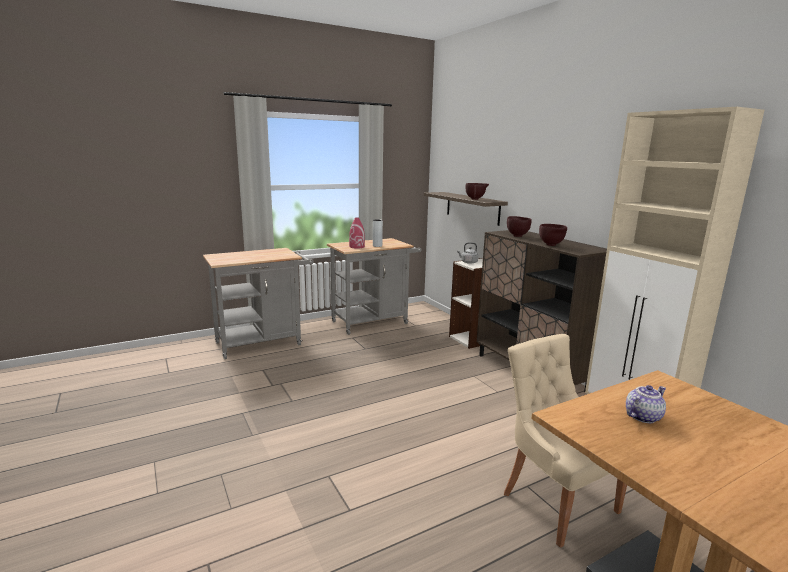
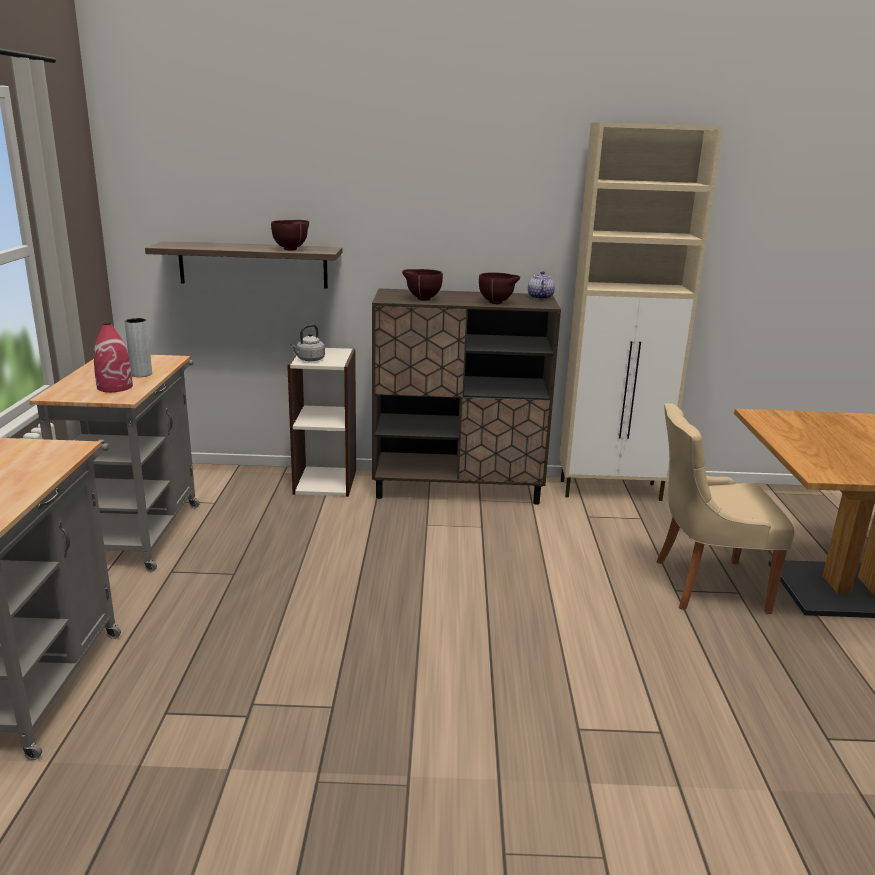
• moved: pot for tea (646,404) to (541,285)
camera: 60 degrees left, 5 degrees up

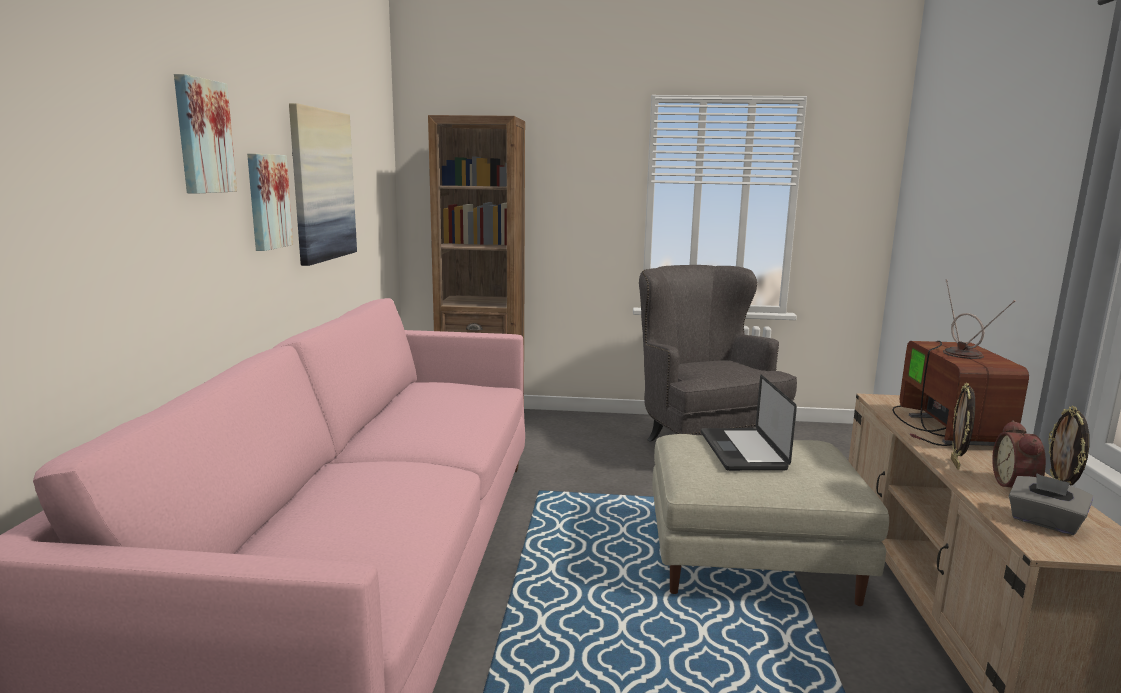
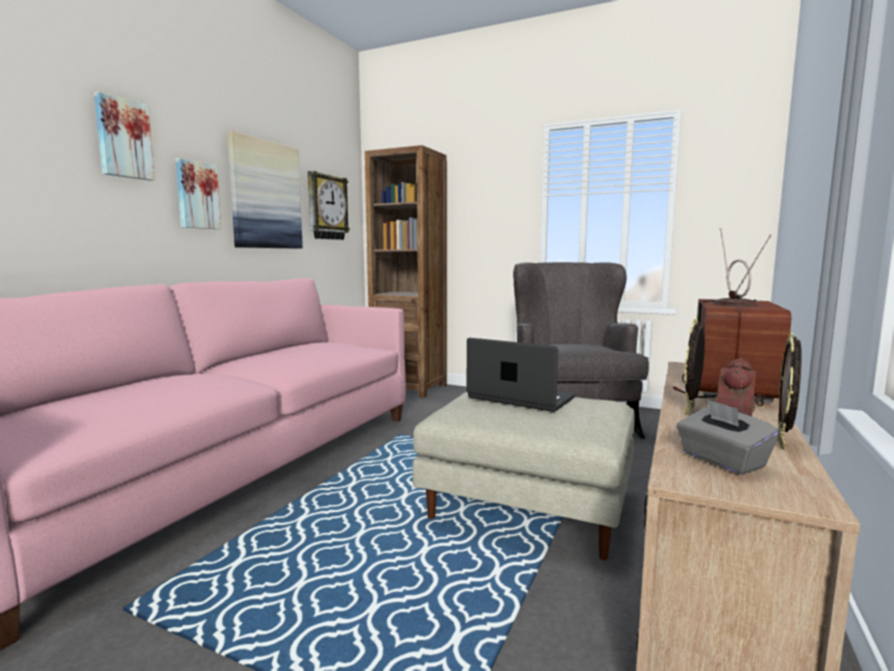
• added: clock on the wall (329,205)
• turned: laptop (749,423) = (520,375) 105 degrees clockwise
camera: 20 degrees right, 5 degrees down

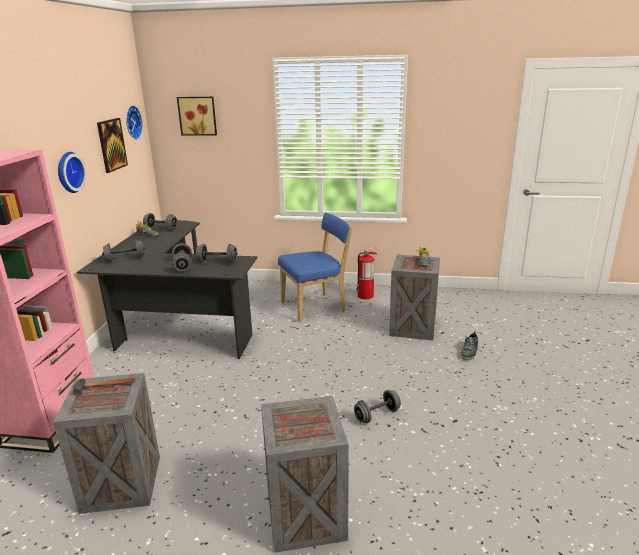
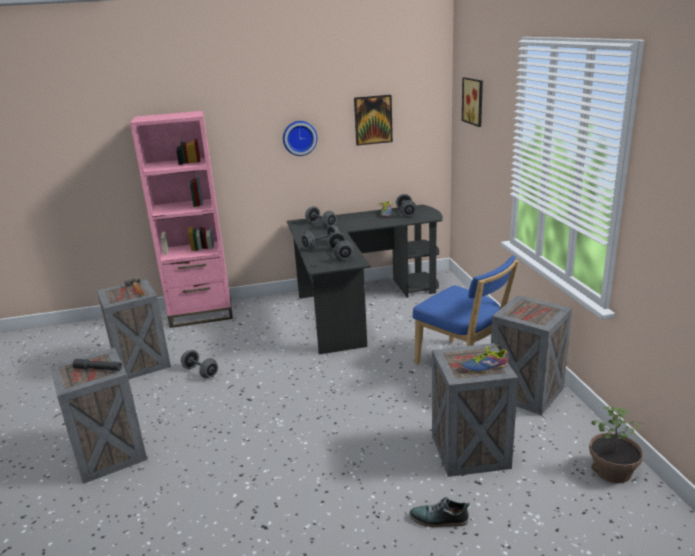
• added: greyish torch (97,365)
• moved: greyish dumbbell (377,406) to (199,364)
• replaced: extinguisher (366,272) to shipping crate (531,355)
• added: potted plant (616,444)
• removed: clock on the wall (134,122)
camera: 70 degrees right, 0 degrees up

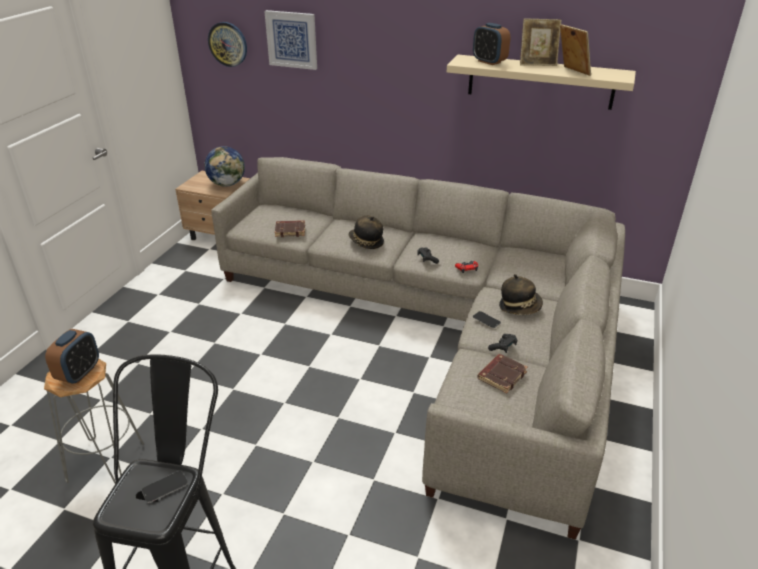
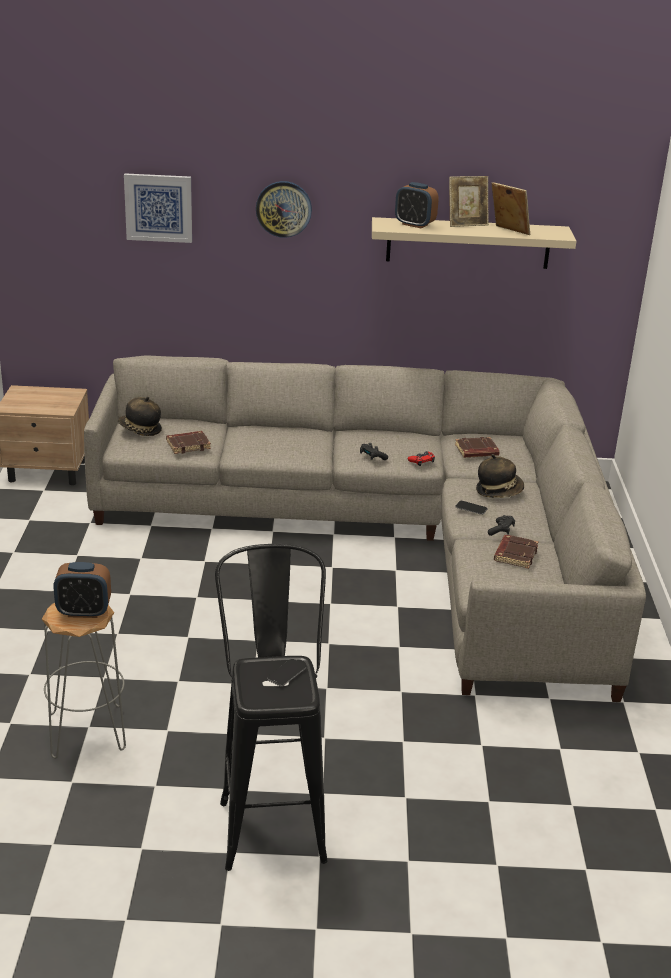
• turned: alarm clock (72,356) = (82,590) 90 degrees clockwise
• moved: wearable hat (366,232) to (140,416)
• moved: clock on the wall (227,44) to (284,209)
• added: brownish volume (477,447)
• removed: globe (224,166)
camera: 20 degrees left, 5 degrees down

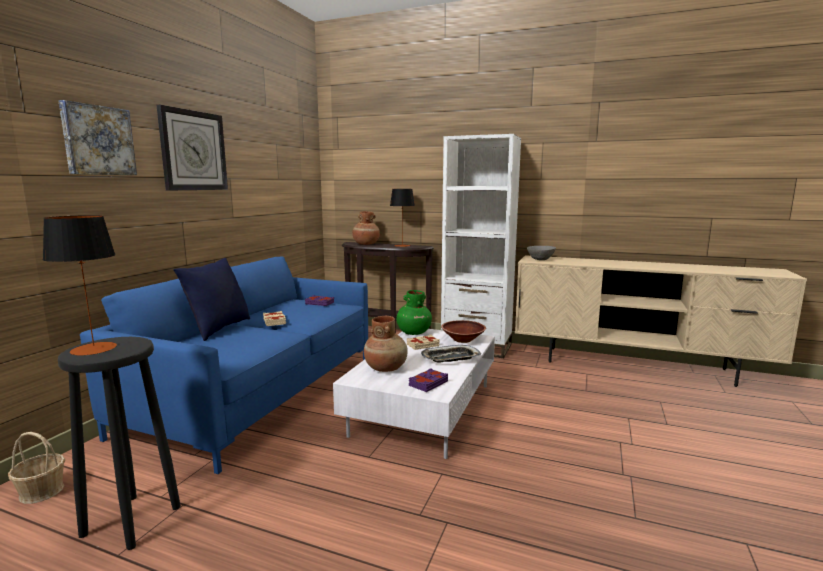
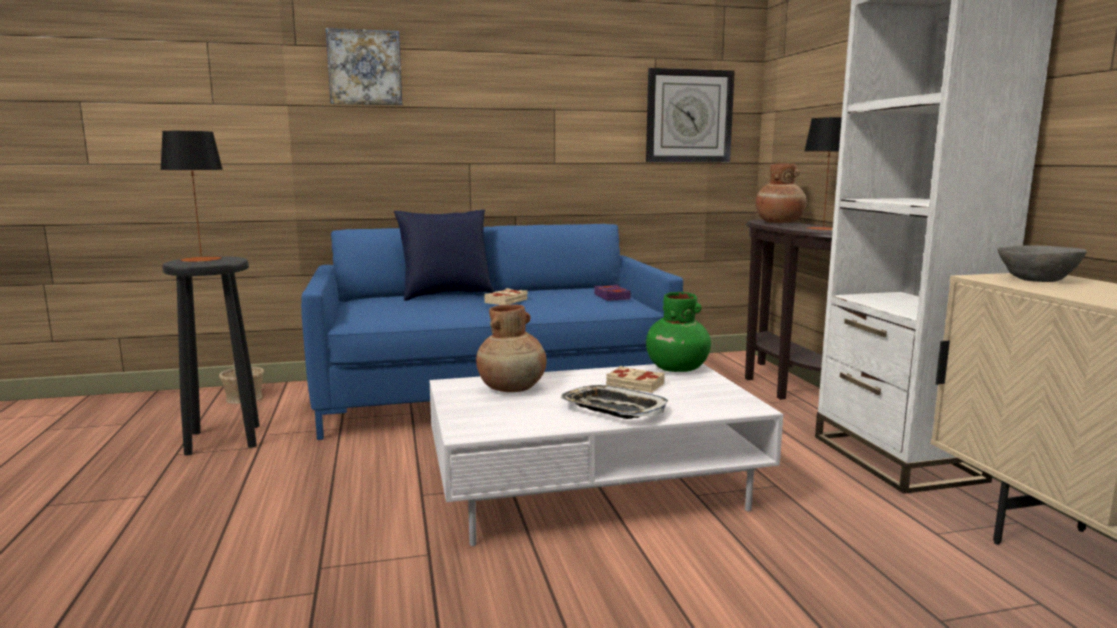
• moved: clock on the wall (192,148) to (690,115)
• removed: purplish volume (428,380)
• removed: brownish bowl (463,331)
camera: 55 degrees right, 0 degrees up

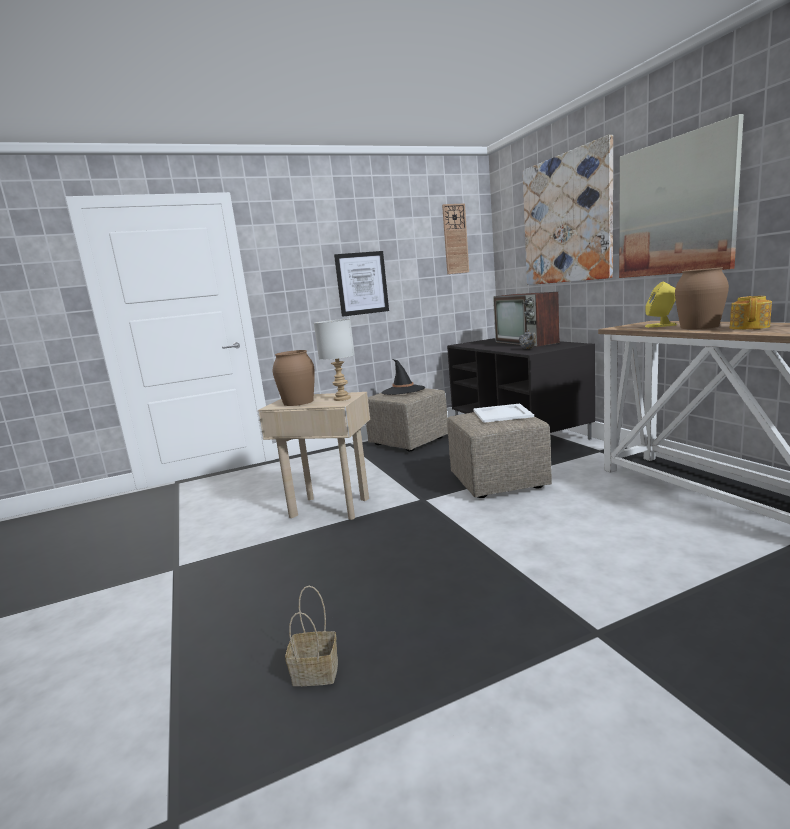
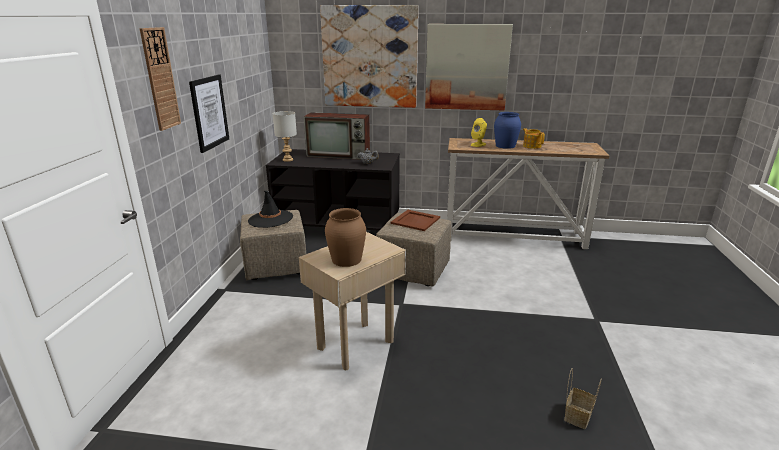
• moved: clock on the wall (455,238) to (160,79)
• moved: greyish tabletop lamp (334,360) to (285,136)
• recoloured: whitish serving tray (503,413) to brownish serving tray (415,220)
• recoloured: brownish decorative vase (702,298) to blue-coloured decorative vase (507,130)
camera: 60 degrees left, 10 degrees up

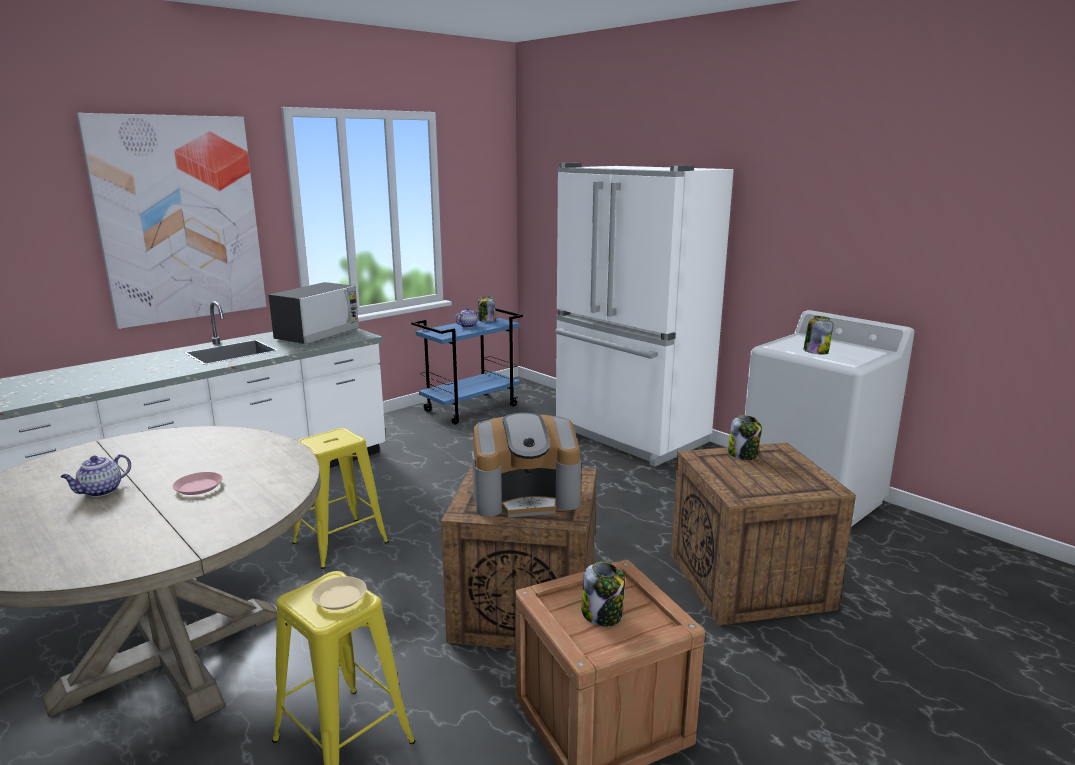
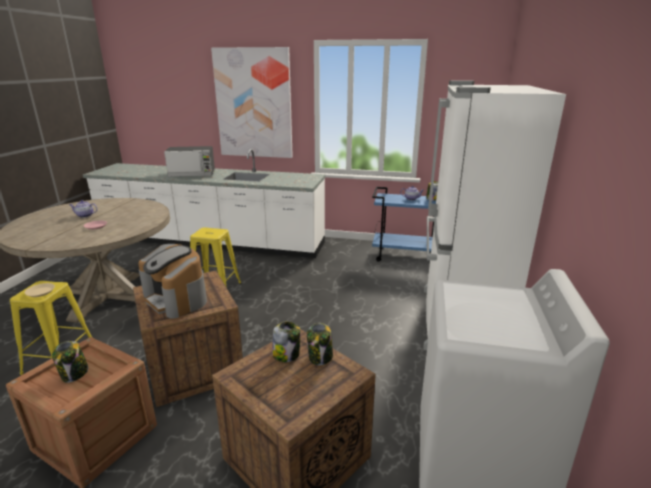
• moved: microwave (314,313) to (189,161)
• moved: preserve jar (818,335) to (286,341)
camera: 55 degrees right, 5 degrees up

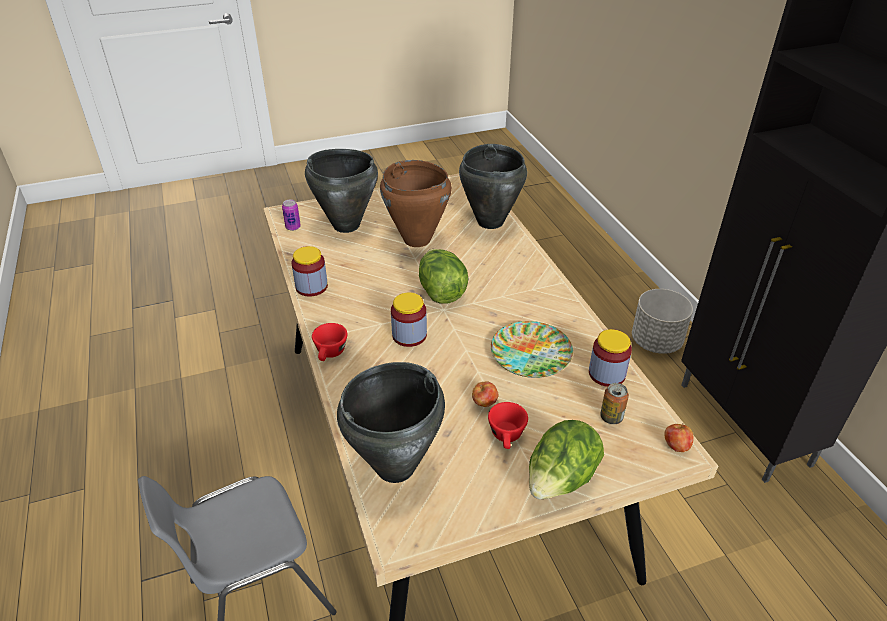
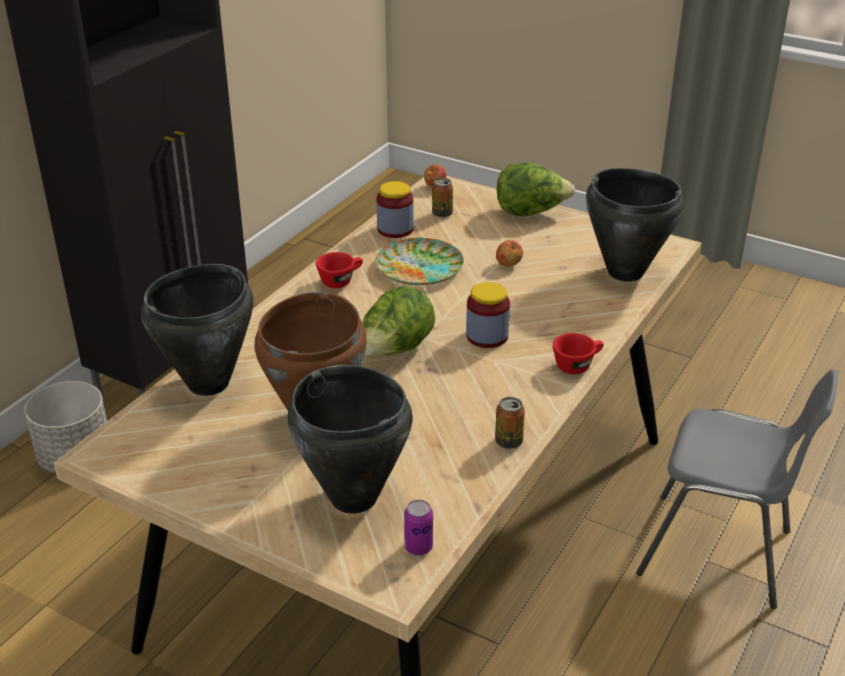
• moved: reddish cup (508,425) to (339,270)
• replaced: preserve jar (310,271) to can (510,423)
camera: 130 degrees left, 5 degrees down

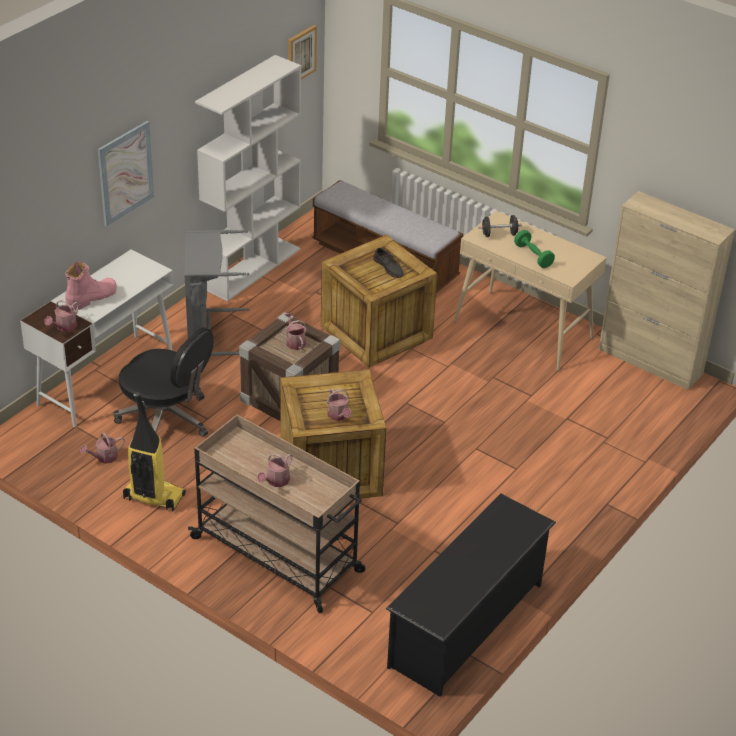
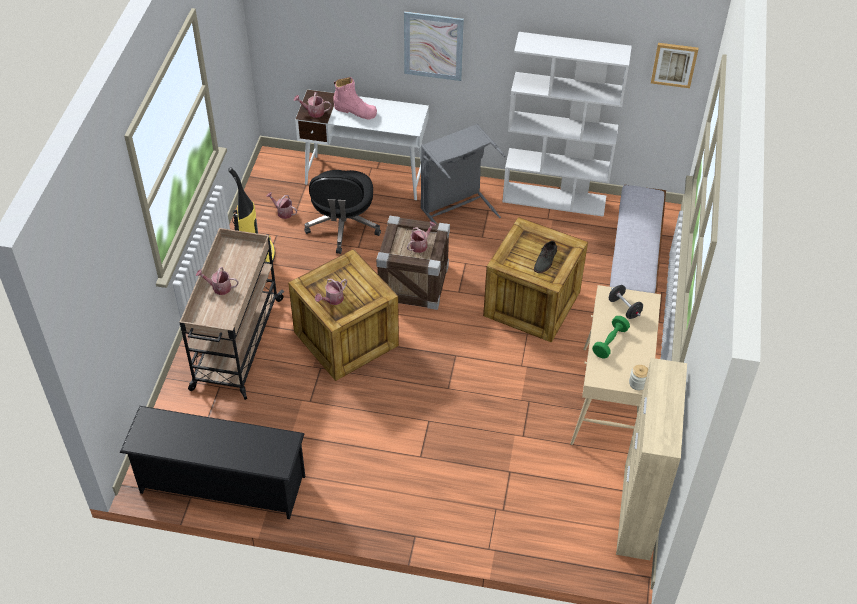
• added: preserve jar (638,377)
camera: 65 degrees right, 10 degrees up

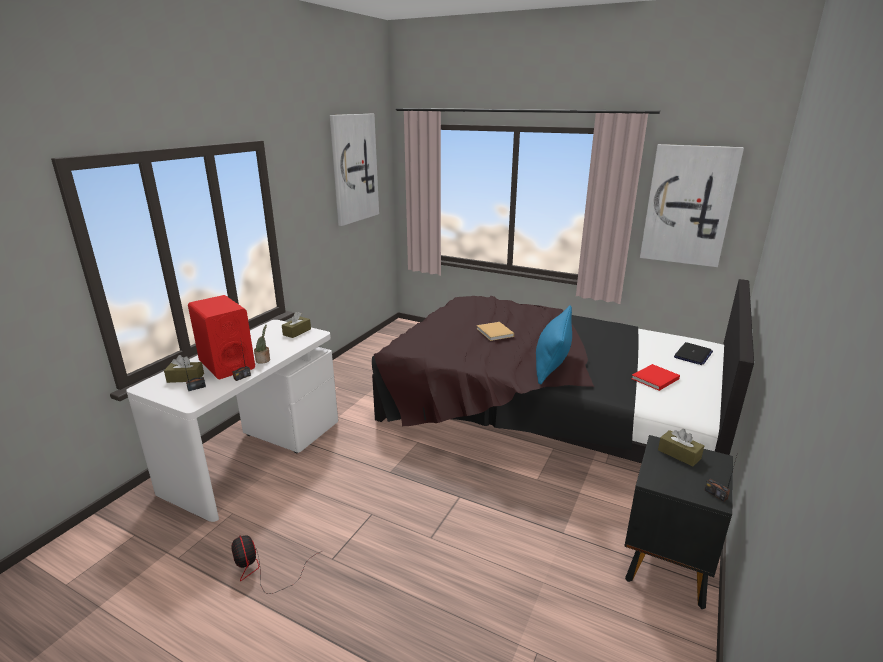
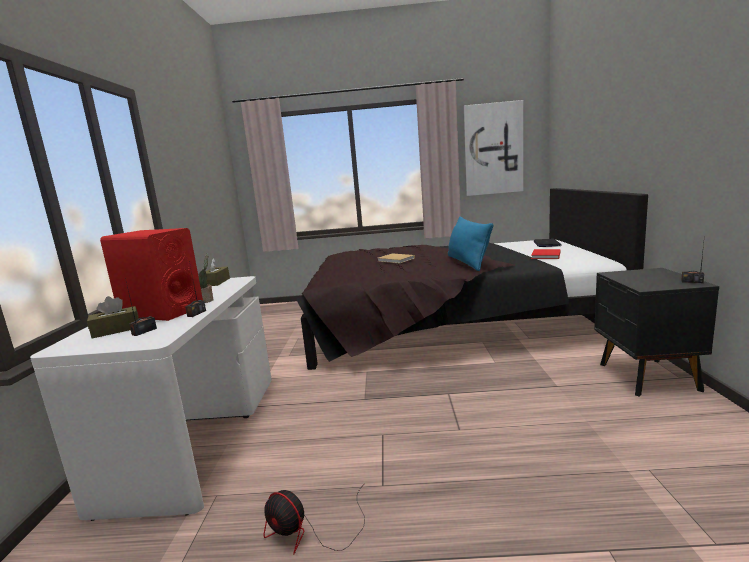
• removed: wall picture (354,169)
• removed: brownish tissue box (681,448)
camera: 25 degrees left, 10 degrees down

